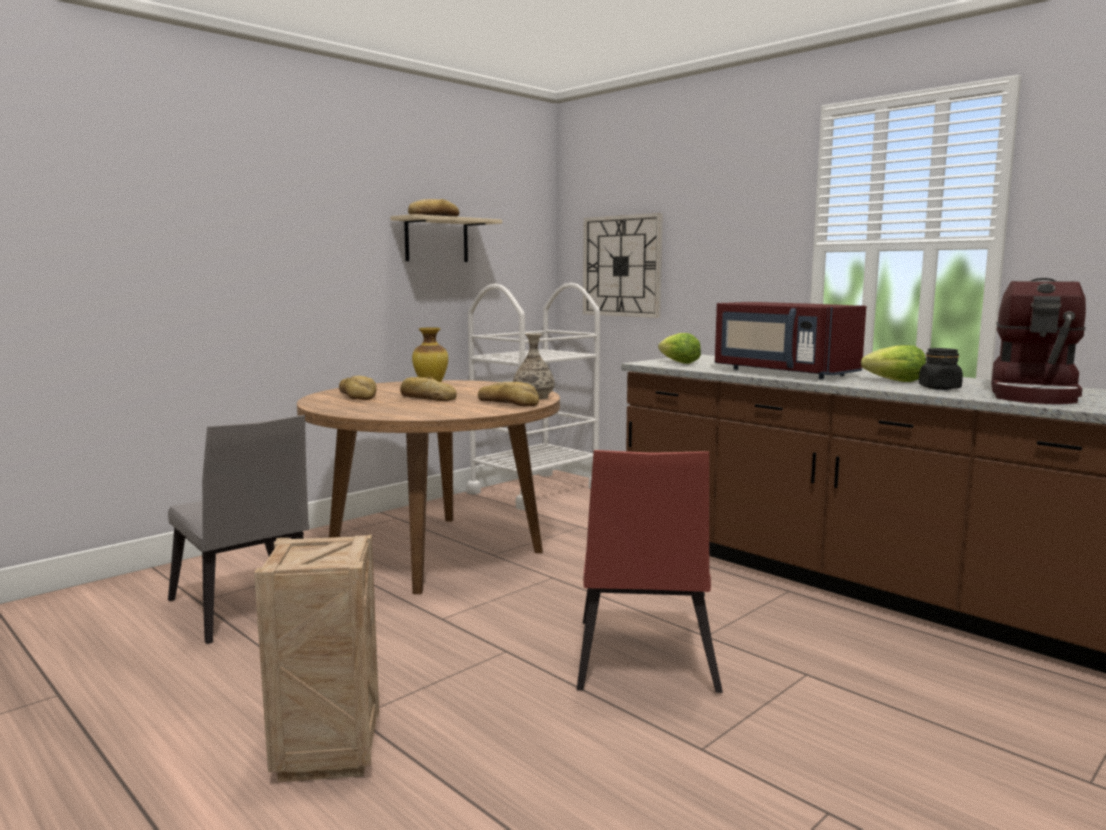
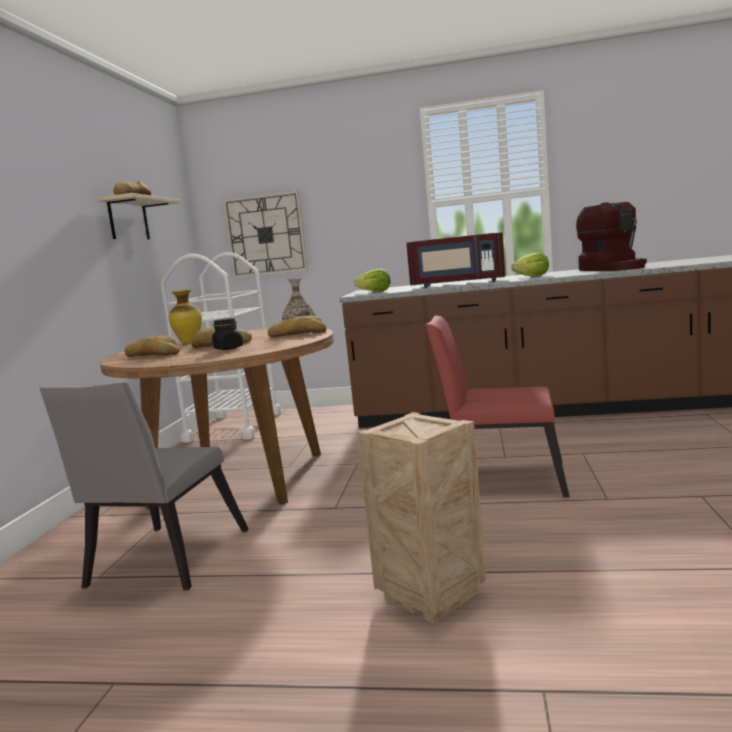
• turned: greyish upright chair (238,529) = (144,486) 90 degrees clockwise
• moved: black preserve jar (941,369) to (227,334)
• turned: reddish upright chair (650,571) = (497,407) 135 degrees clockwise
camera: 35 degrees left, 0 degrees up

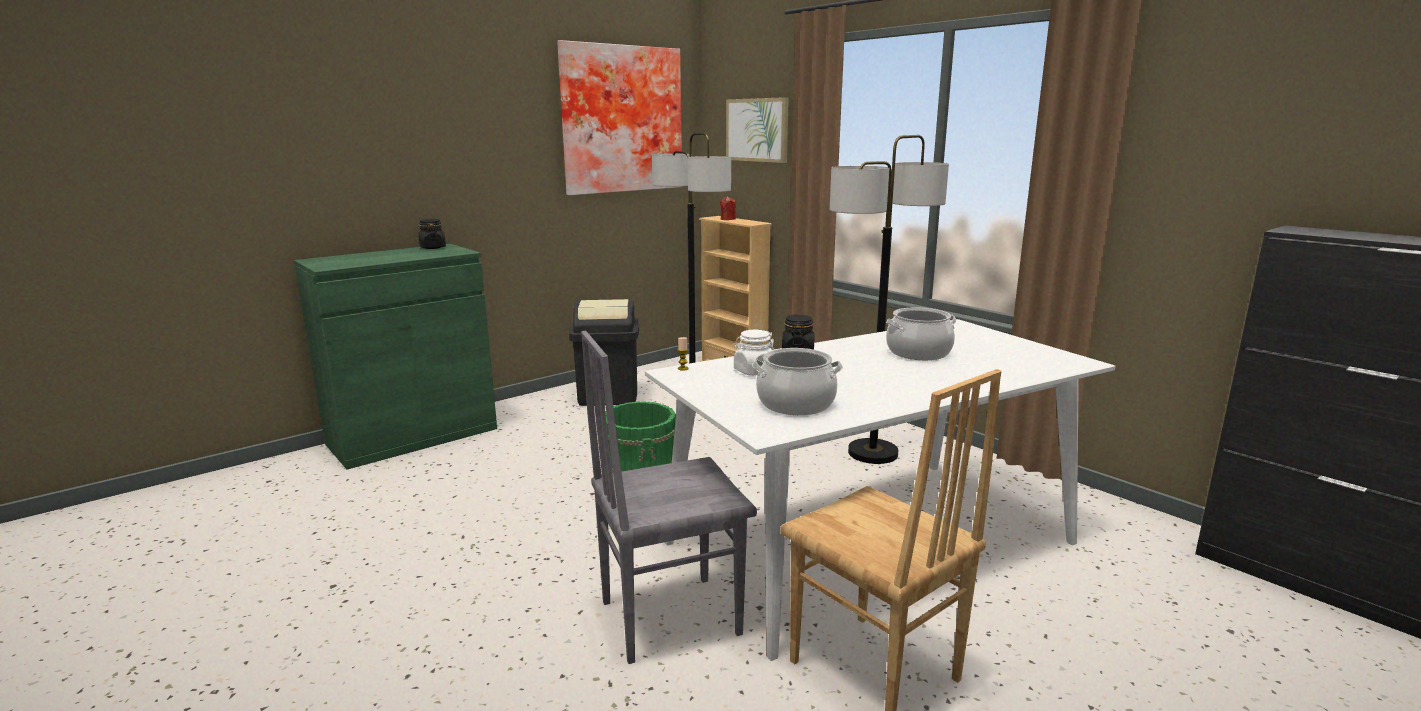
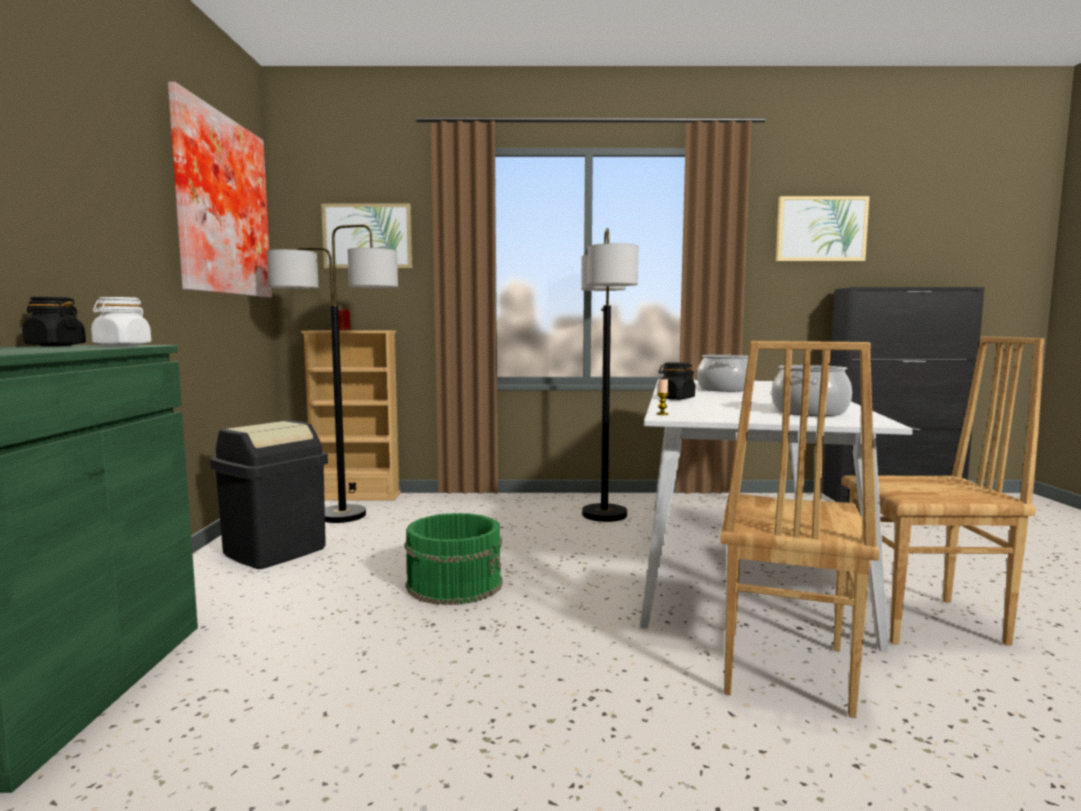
• moved: whitish preserve jar (754,353) to (121,321)
• recoloured: greyish upright chair (669,497) to brownish upright chair (800,529)
• added: wall picture (823,229)
camera: 50 degrees left, 10 degrees down

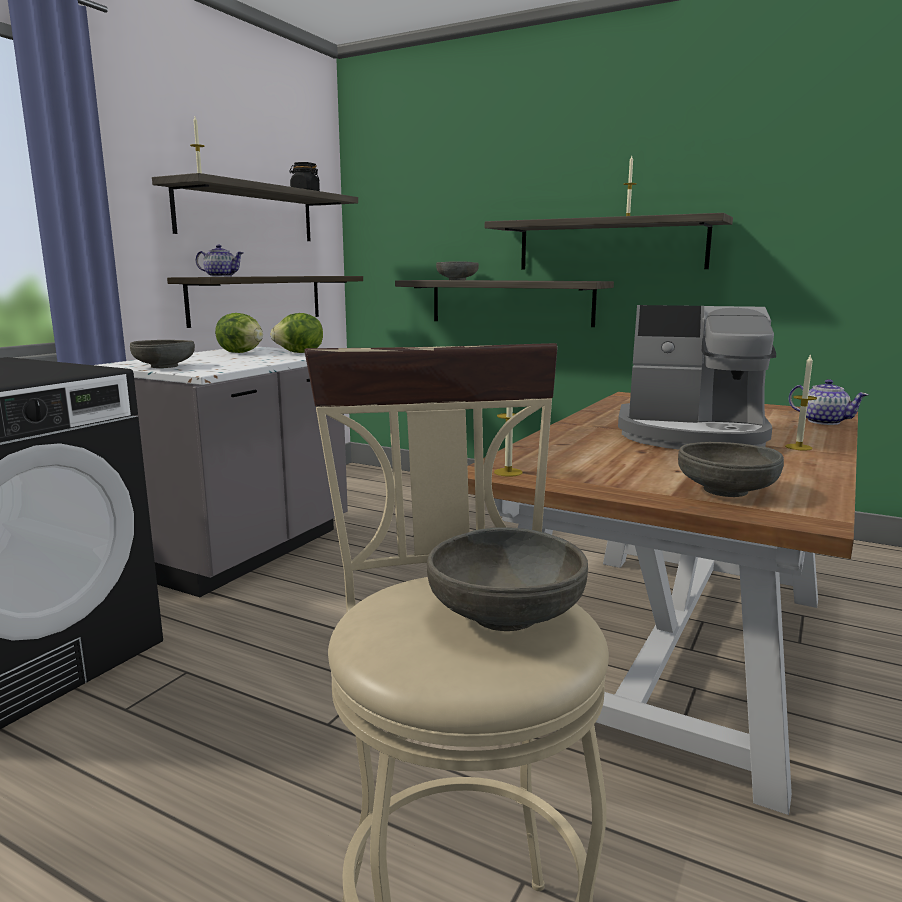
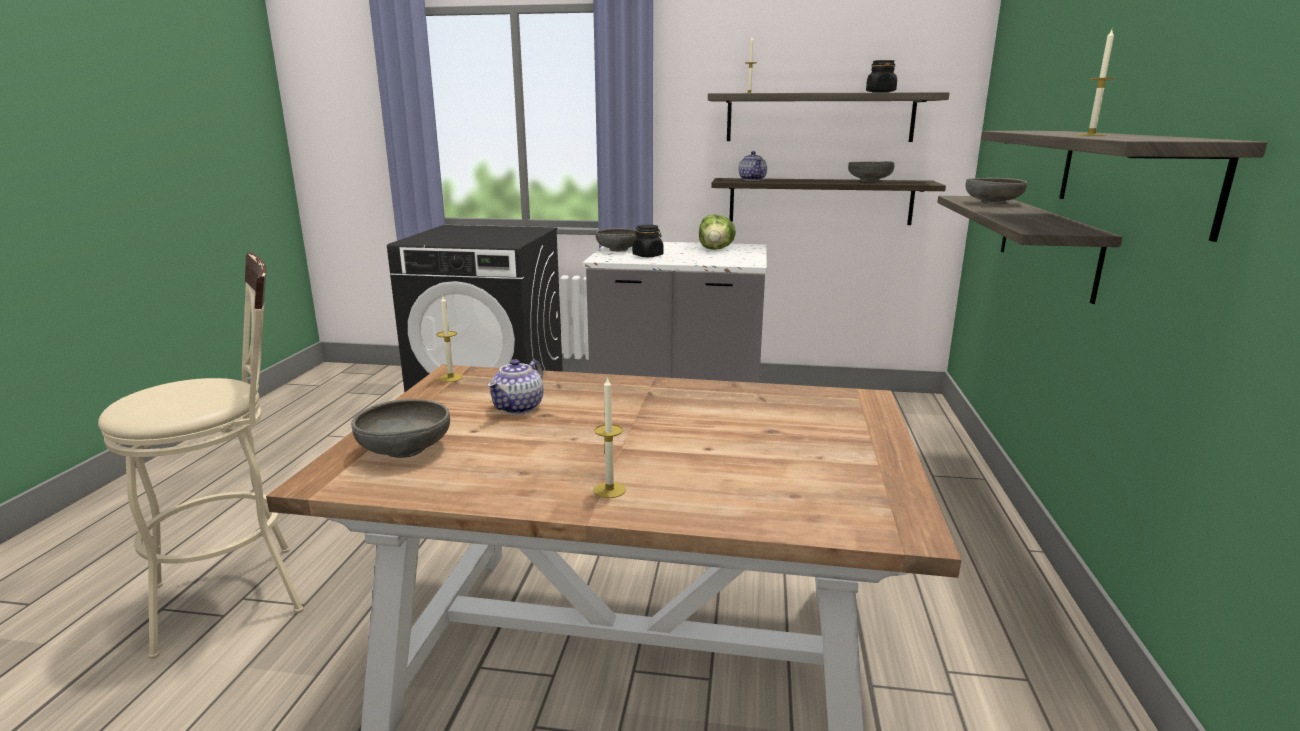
• moved: pot for tea (828,402) to (515,386)
• added: black preserve jar (648,241)
• moved: greyish bowl (507,579) to (871,171)
• removed: lettuce head (296,333)
• removed: coffee maker (697,377)
camera: 70 degrees right, 5 degrees up

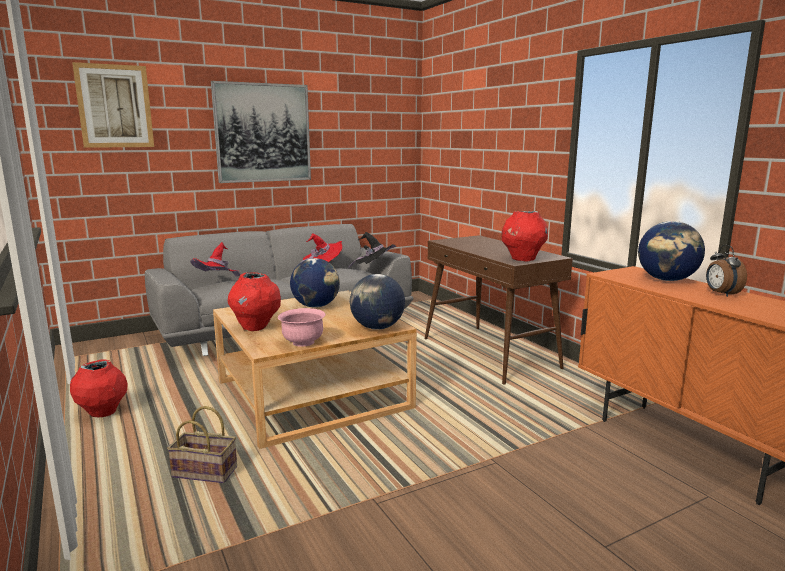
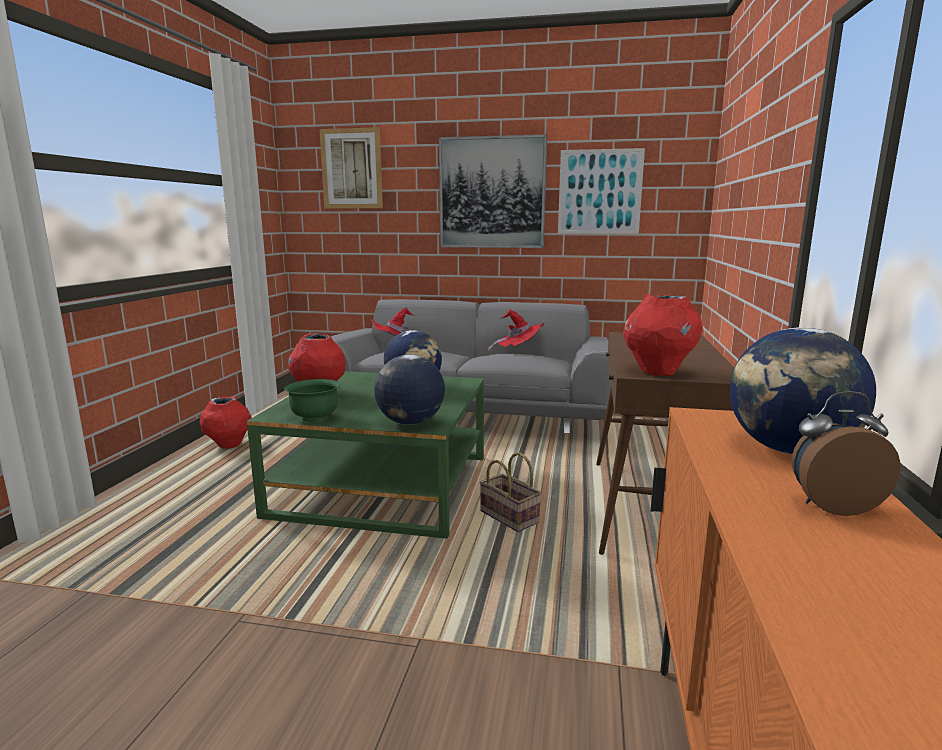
• recoloured: beige coffee table (315,370) to green coffee table (365,455)
• recoloured: pink-coloured bowl (302,327) to green bowl (312,400)
• moved: basket (202,444) to (510,492)
• added: wall picture (601,191)
• turned: alarm clock (726,271) = (846,453) 60 degrees clockwise
• removed: black wearable hat (372,250)
camera: 40 degrees right, 0 degrees up

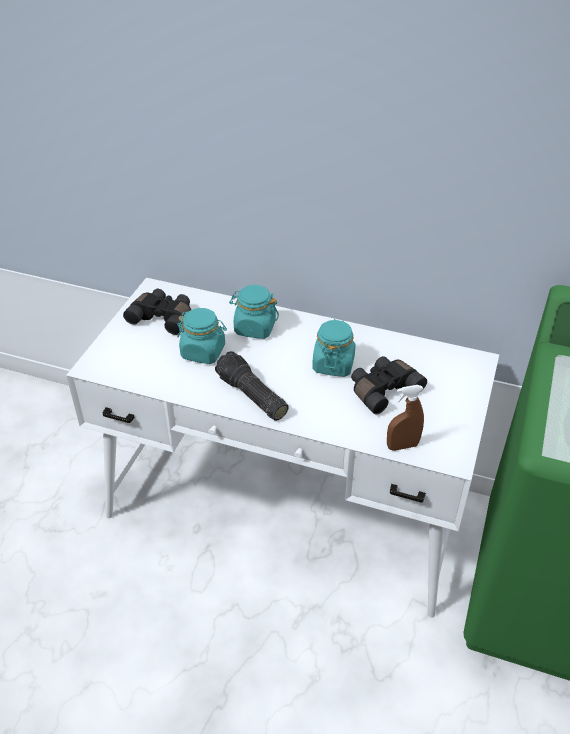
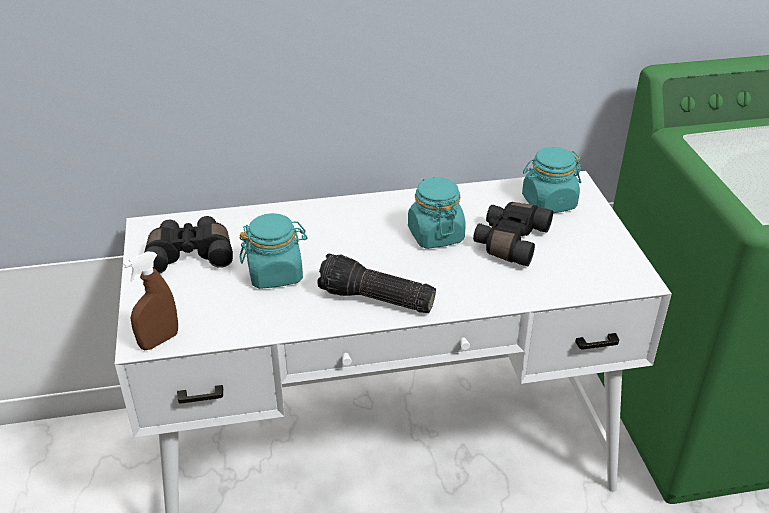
• moved: brownish sprayer (405,418) to (150,300)
• moved: turquoise-coloured preserve jar (254,312) to (552,180)
camera: 30 degrees left, 5 degrees down

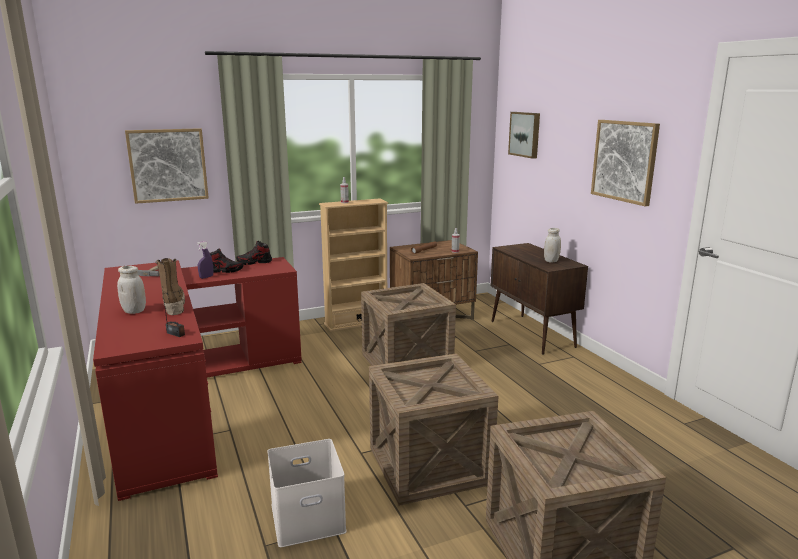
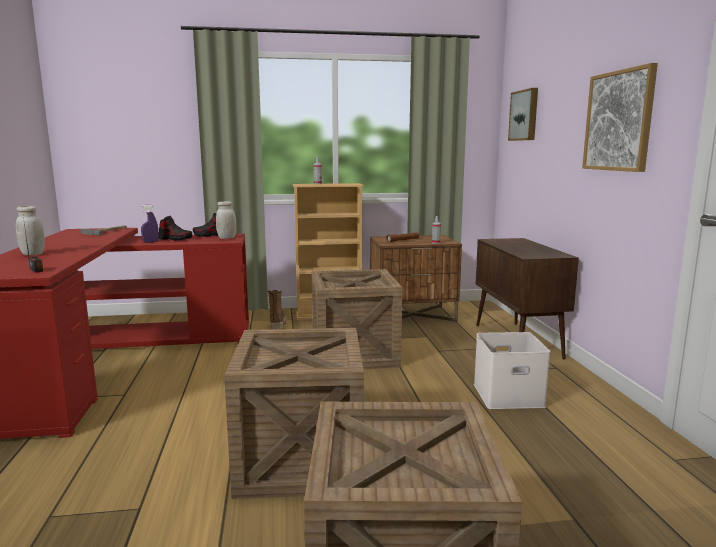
• moved: whitish preserve jar (552,245) to (226,220)
• moved: high-top boot (170,286) to (276,309)
• moved: whitish storage box (307,493) to (512,370)
• removed: wall picture (167,166)
camera: 15 degrees right, 5 degrees down

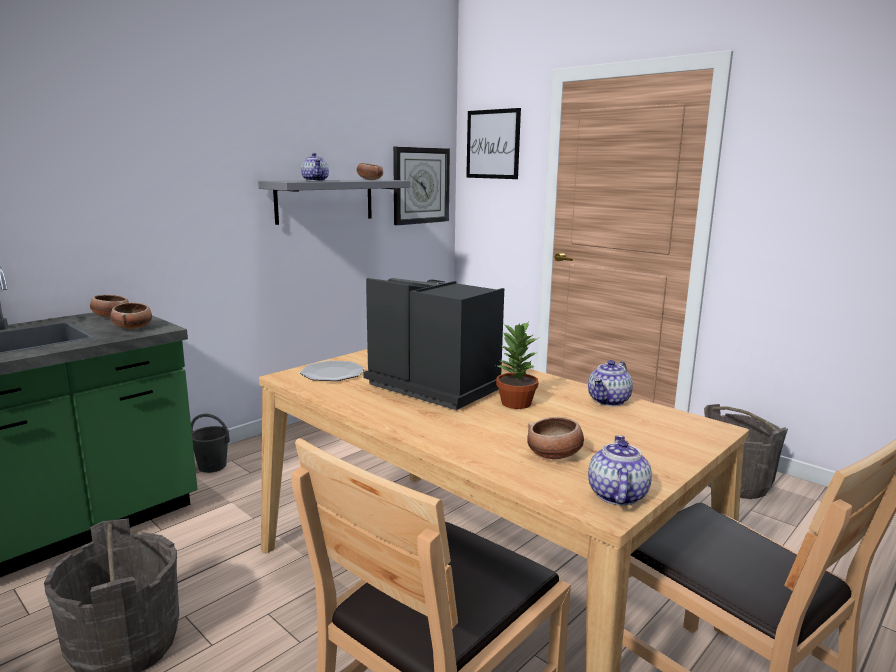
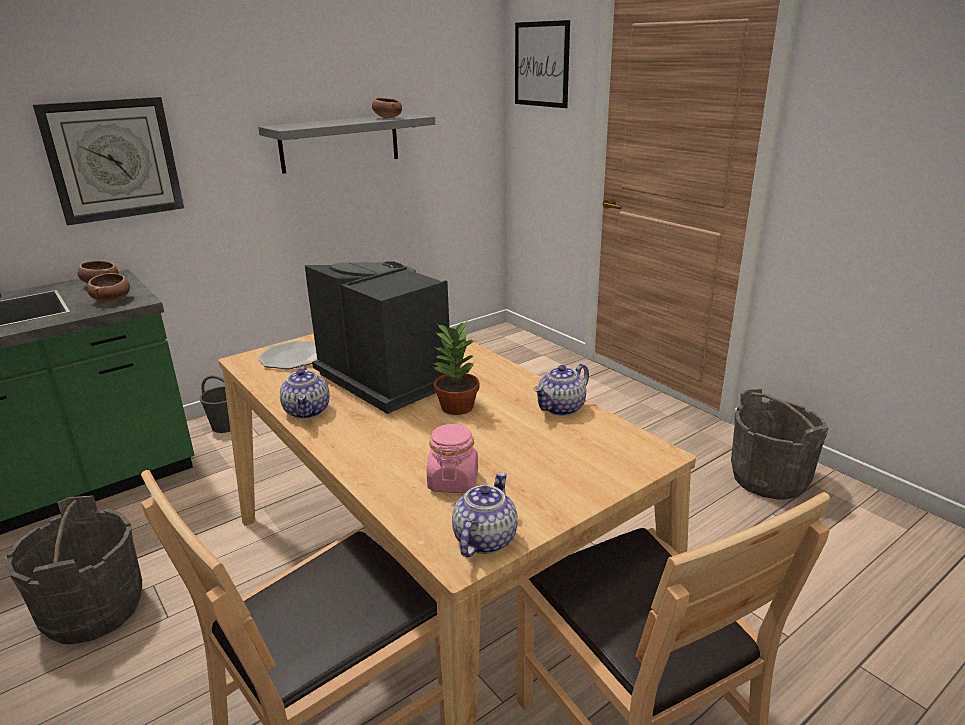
• moved: clock on the wall (421,186) to (108,161)
• moved: pot for tea (315,167) to (305,391)
• replaced: bowl (555,438) to pink-coloured preserve jar (452,458)
camera: 10 degrees right, 10 degrees up

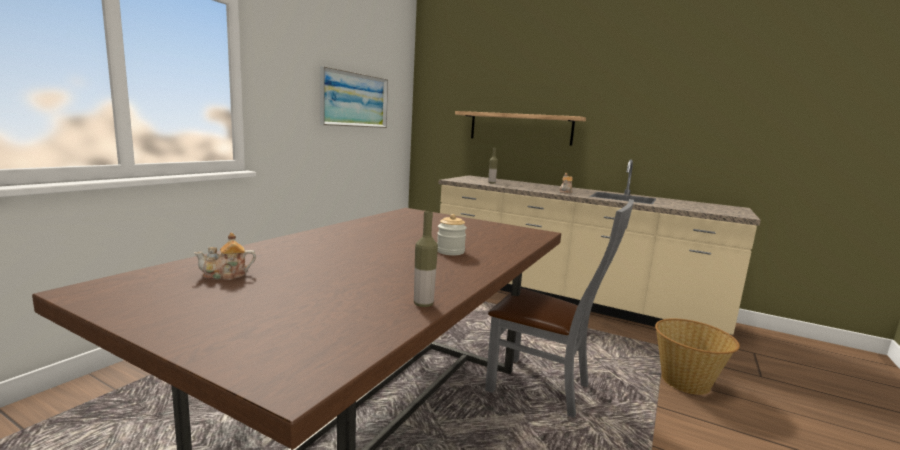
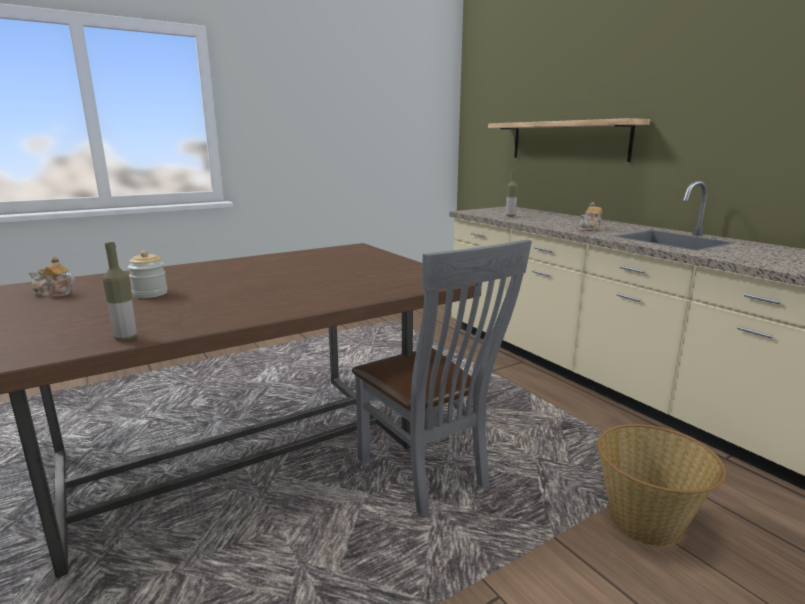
• moved: preserve jar (452,234) to (148,274)
• removed: wall picture (354,97)
camera: 30 degrees right, 5 degrees up

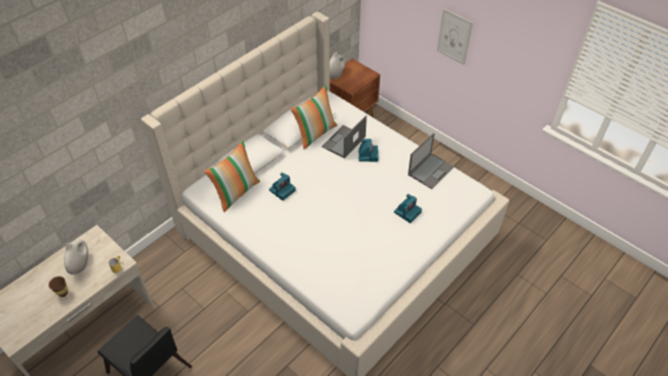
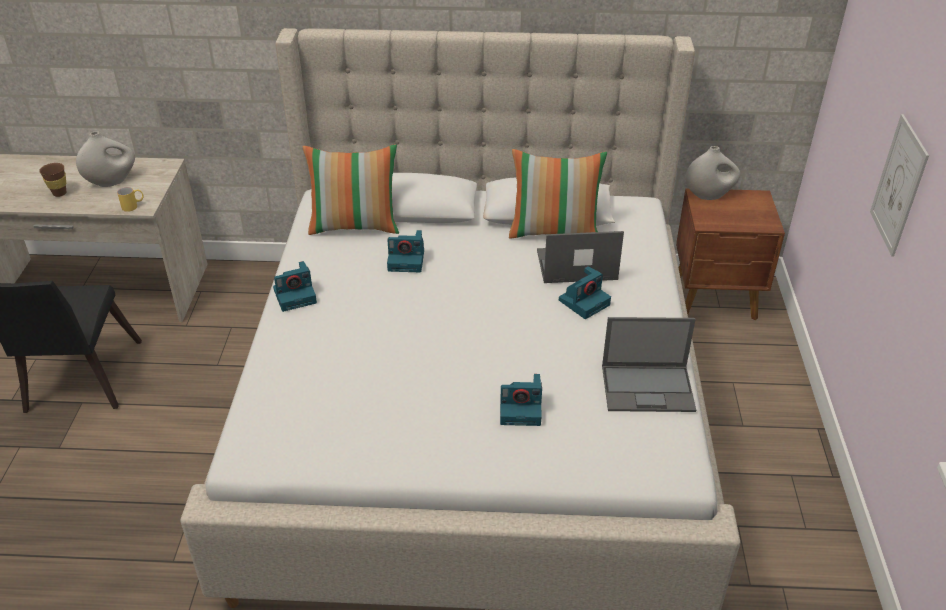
• added: still camera (295,286)
camera: 50 degrees right, 10 degrees down

